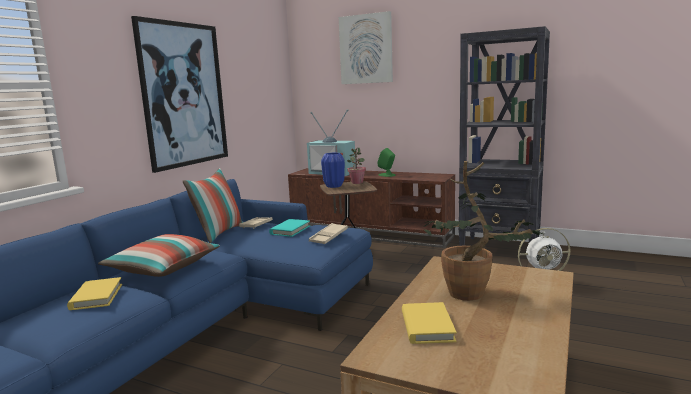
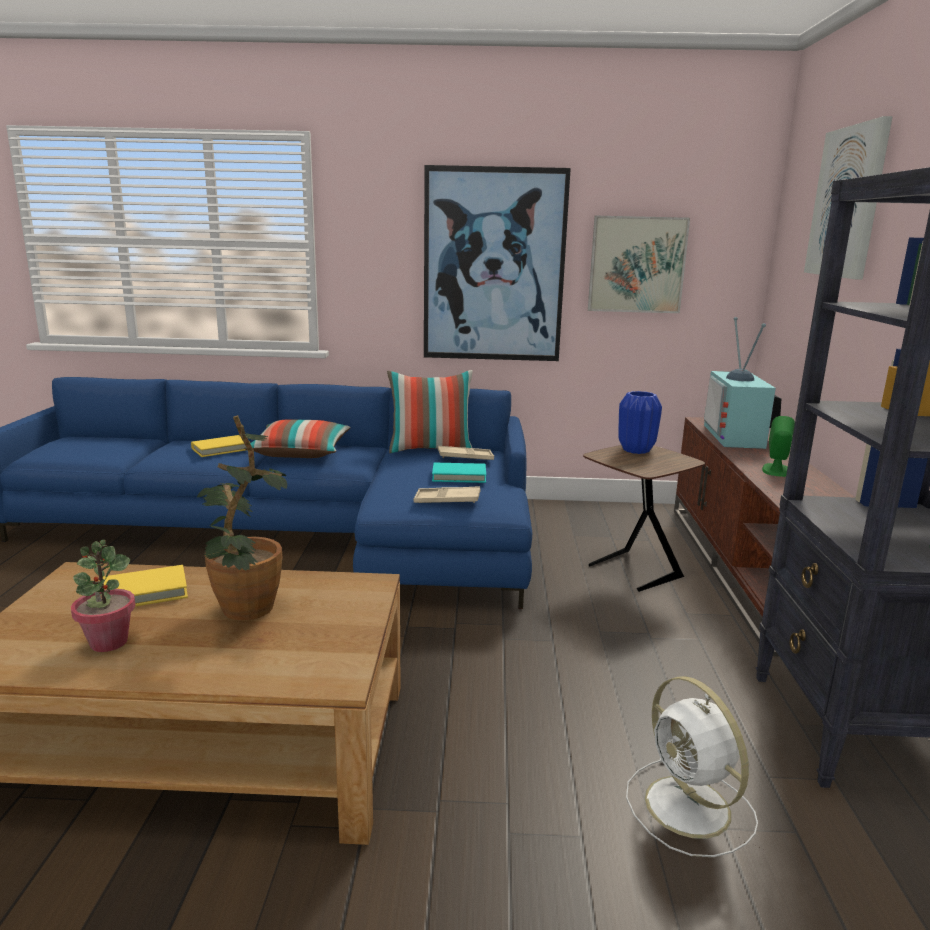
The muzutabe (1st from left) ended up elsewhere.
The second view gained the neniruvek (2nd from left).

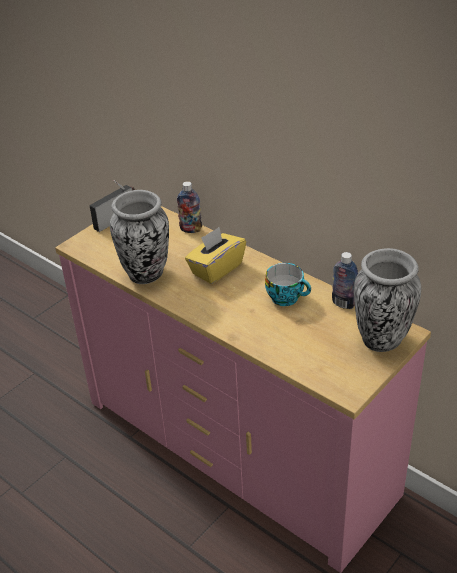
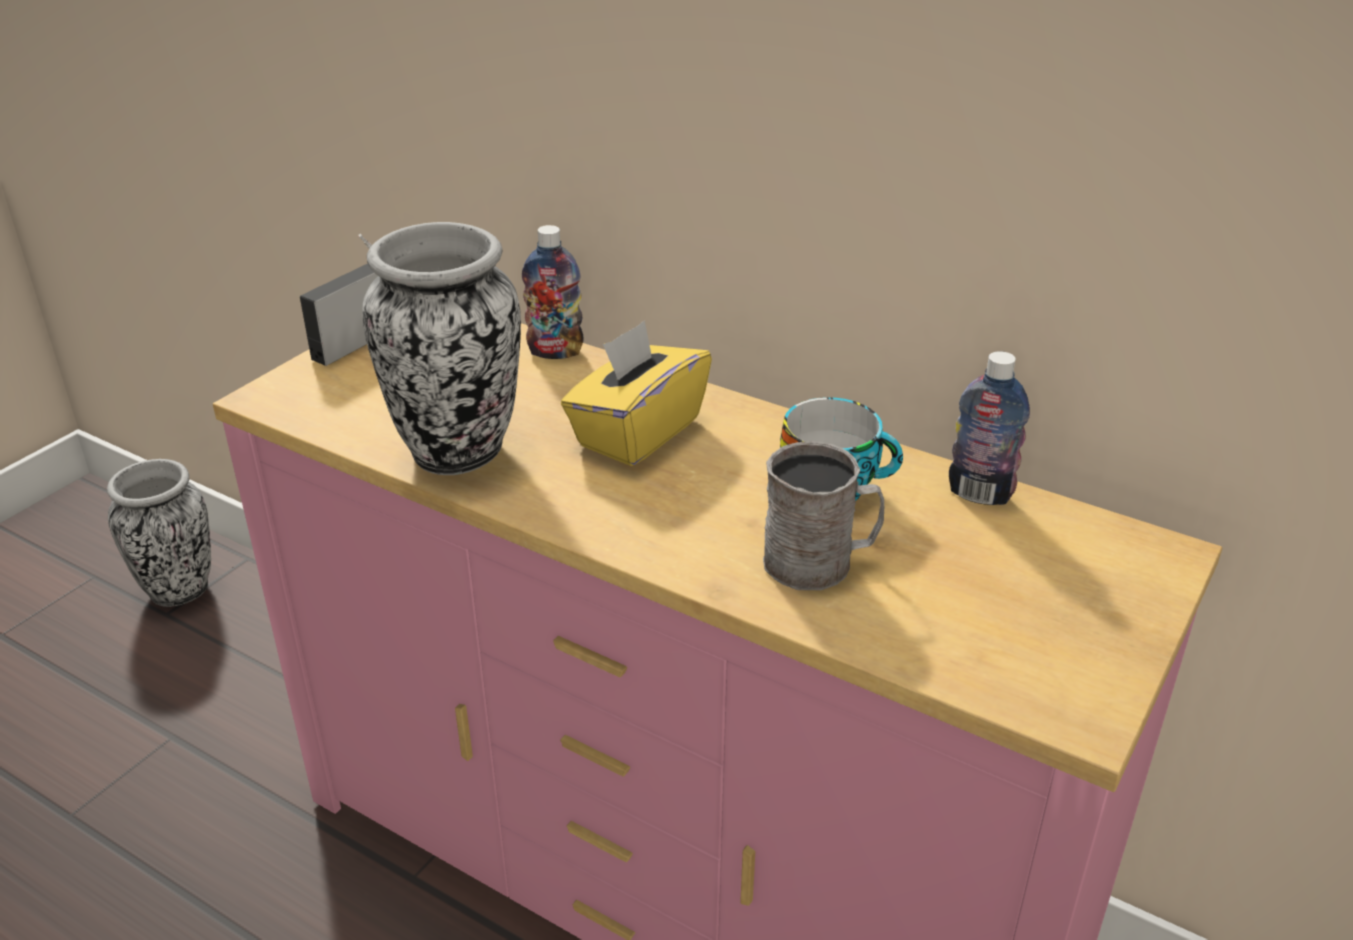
The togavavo (2nd from left in the first image) ended up elsewhere.
The second view gained the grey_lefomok.

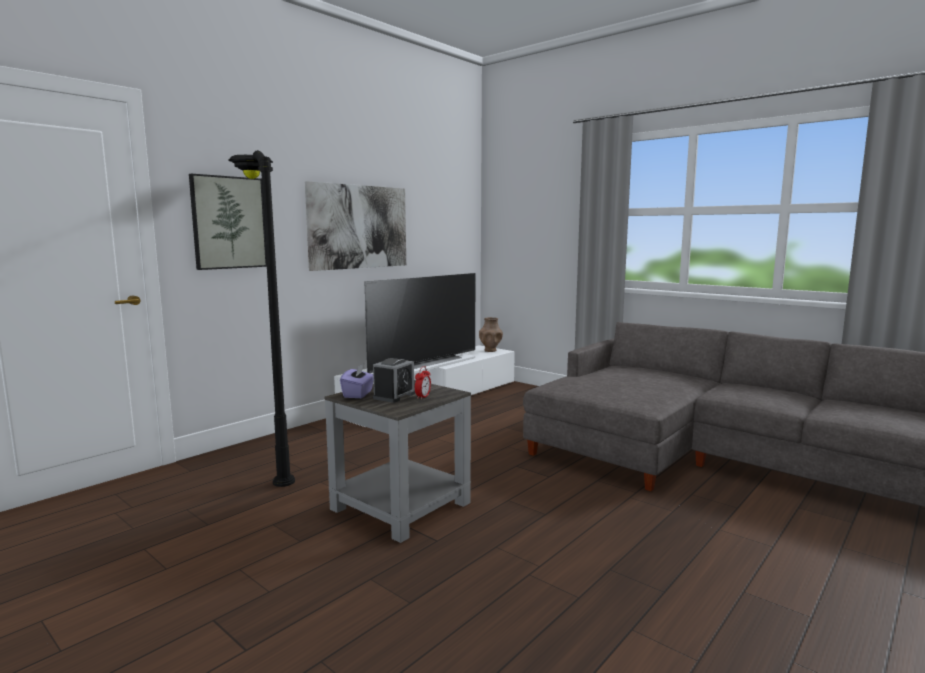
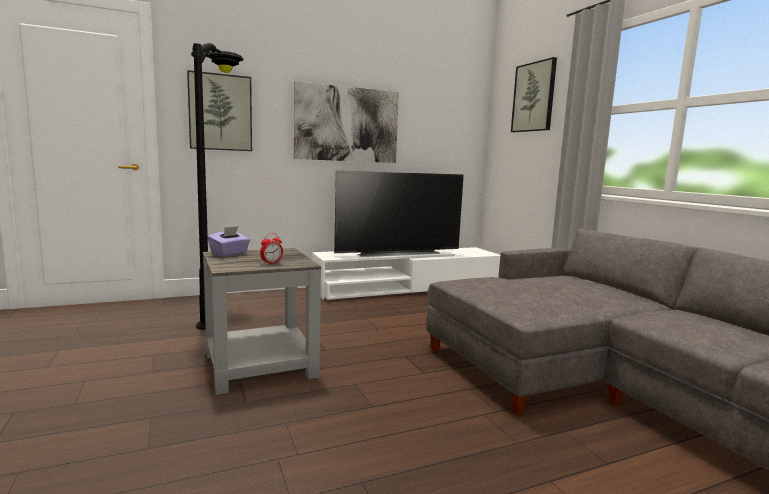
The second view lost the brown_togavavo.
The second view lost the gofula (1st from left).
The second view gained the neniruvek (3rd from left).

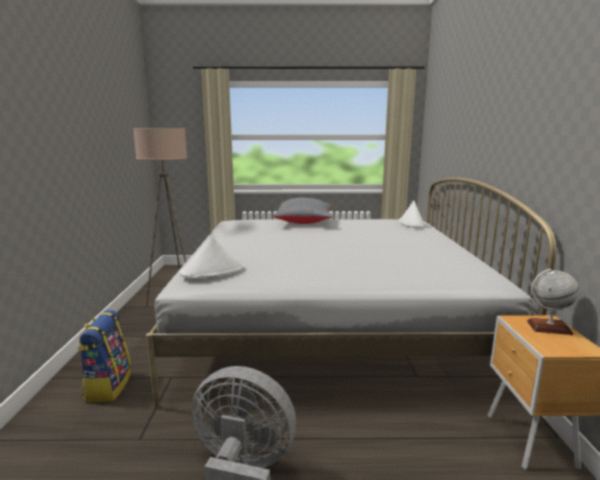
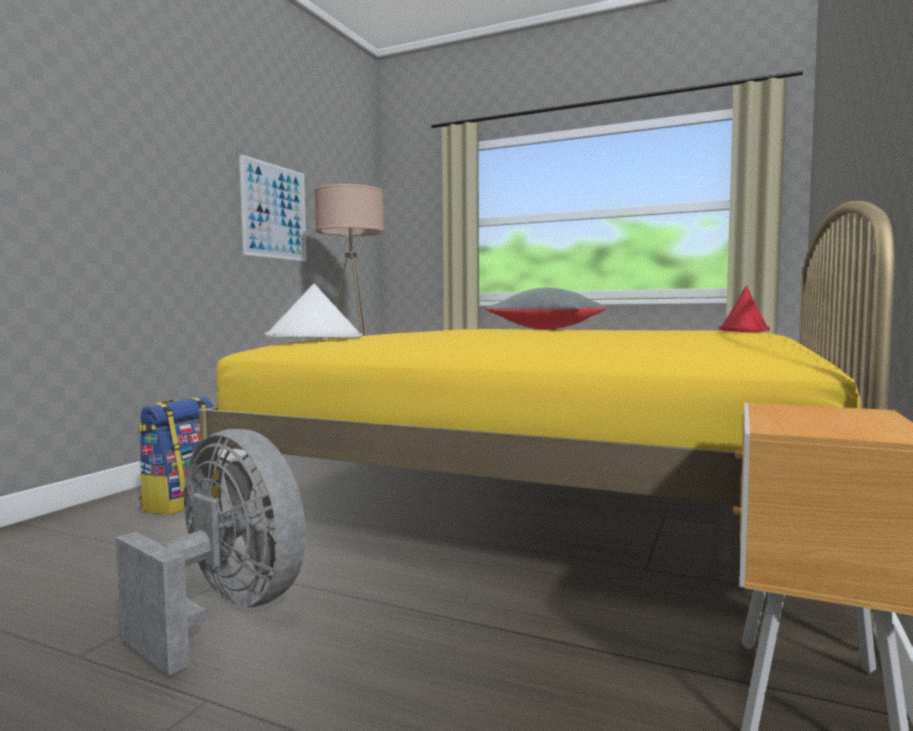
What was the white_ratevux turned into the yellow_ratevux.
What was the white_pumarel (2nd from left) turned into the red_pumarel.
The second view lost the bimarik.
The second view gained the neniruvek.

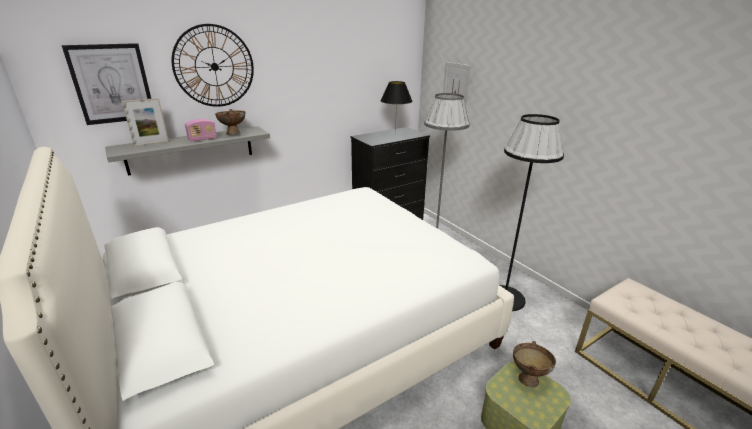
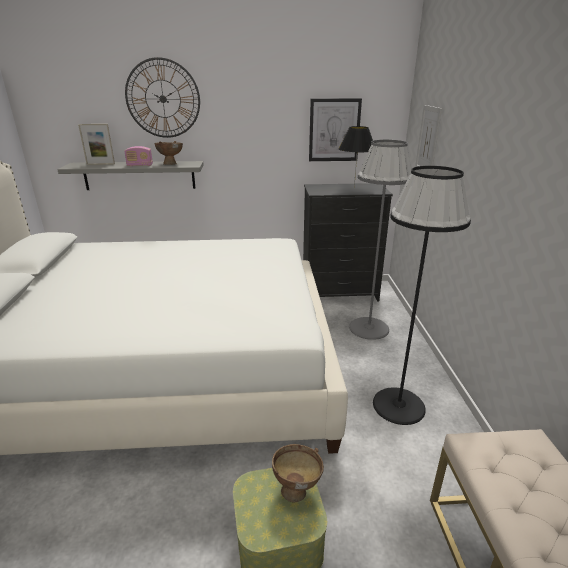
The neniruvek (1st from left) ended up elsewhere.

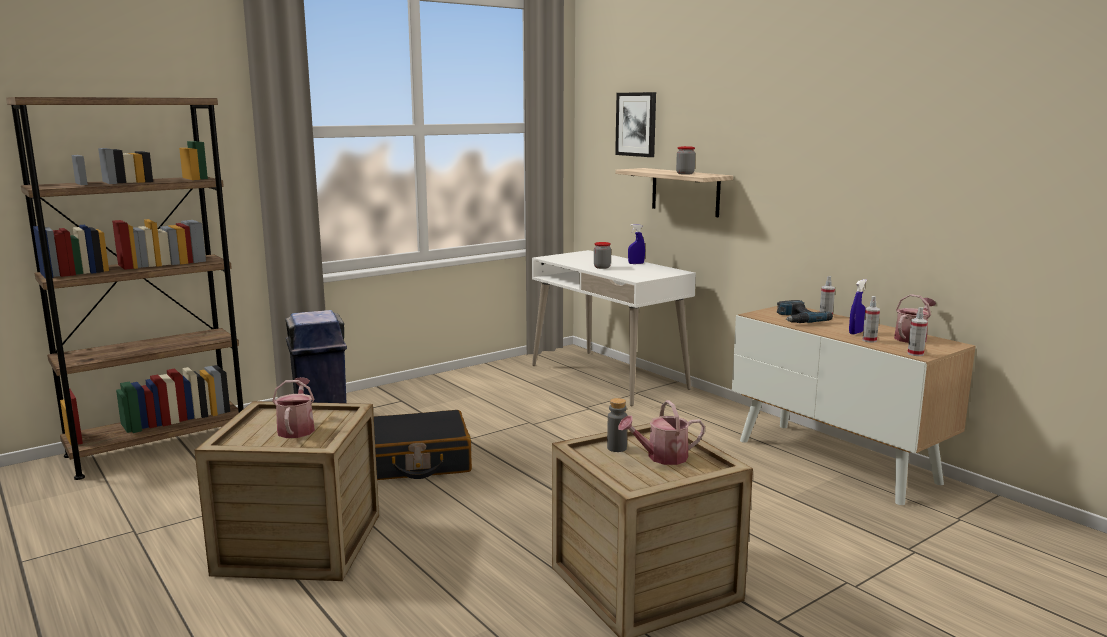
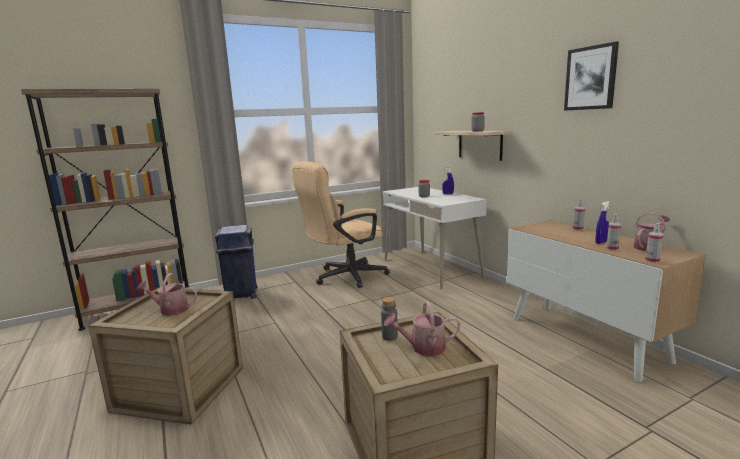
The neniruvek ended up elsewhere.
The second view lost the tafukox.
The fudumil (1st from left) ended up facing another way, 90 degrees counterclockwise from before.
The second view lost the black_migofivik.
The second view gained the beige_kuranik.

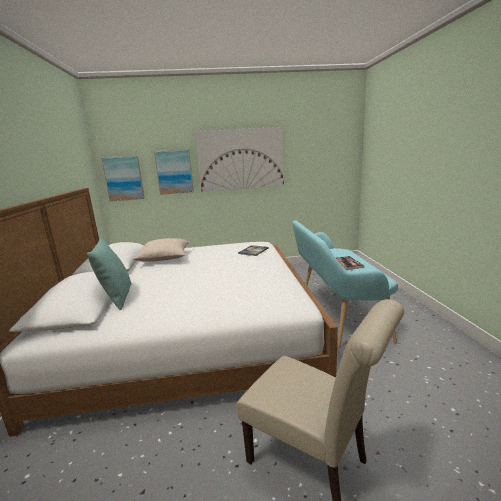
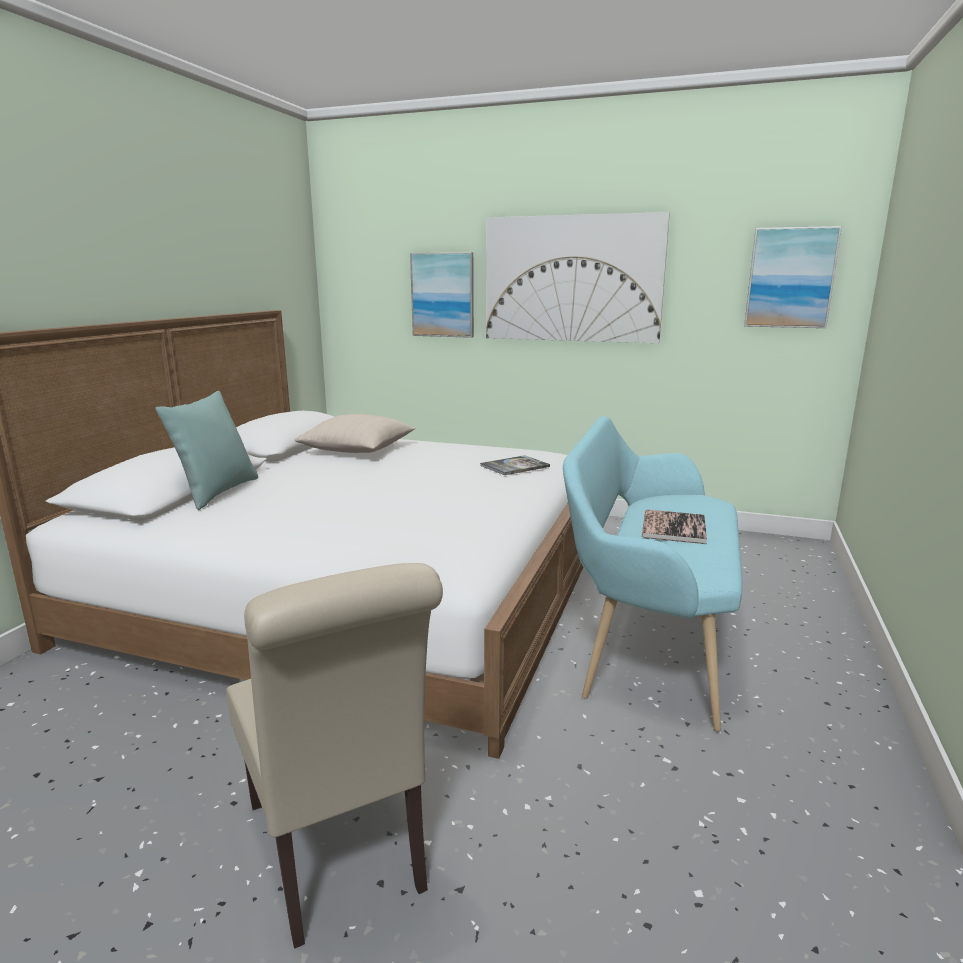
The neniruvek (1st from left in the first image) ended up elsewhere.

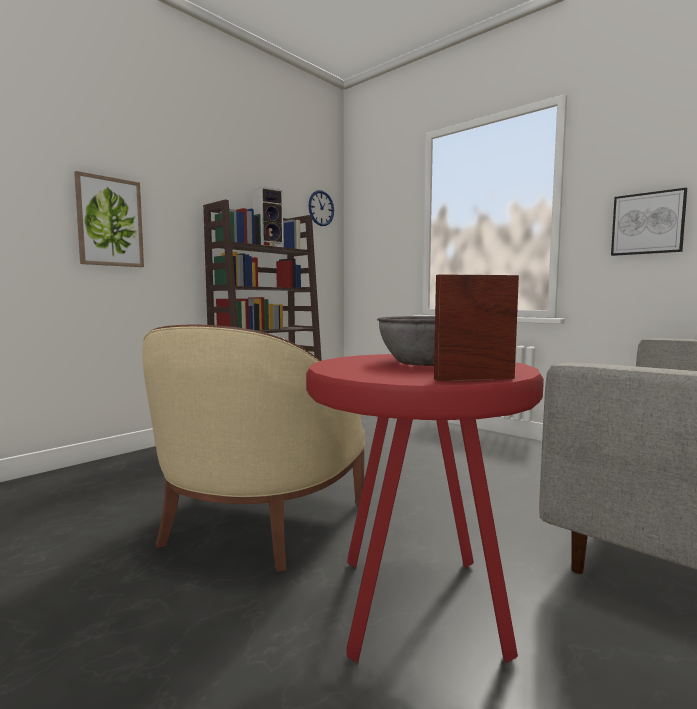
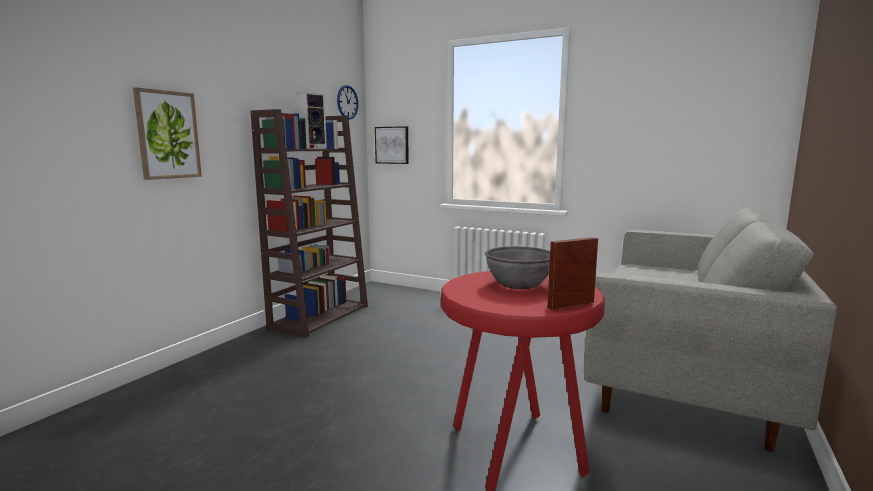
The neniruvek (2nd from left) ended up elsewhere.
The second view lost the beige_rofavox.

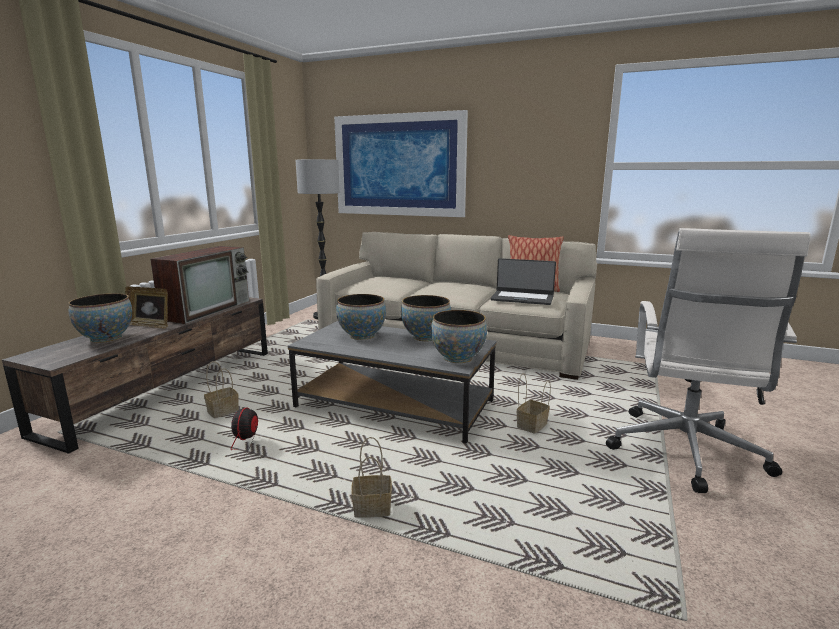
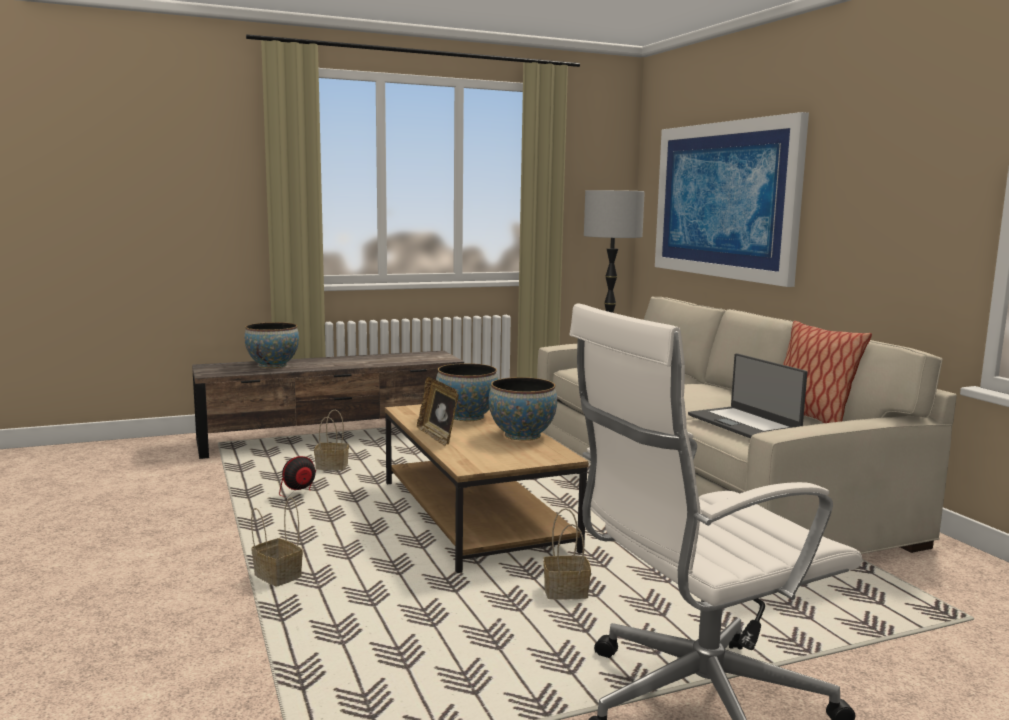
The second view lost the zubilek.
The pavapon ended up elsewhere.
The second view lost the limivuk (4th from left).
What was the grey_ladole turned into the brown_ladole.

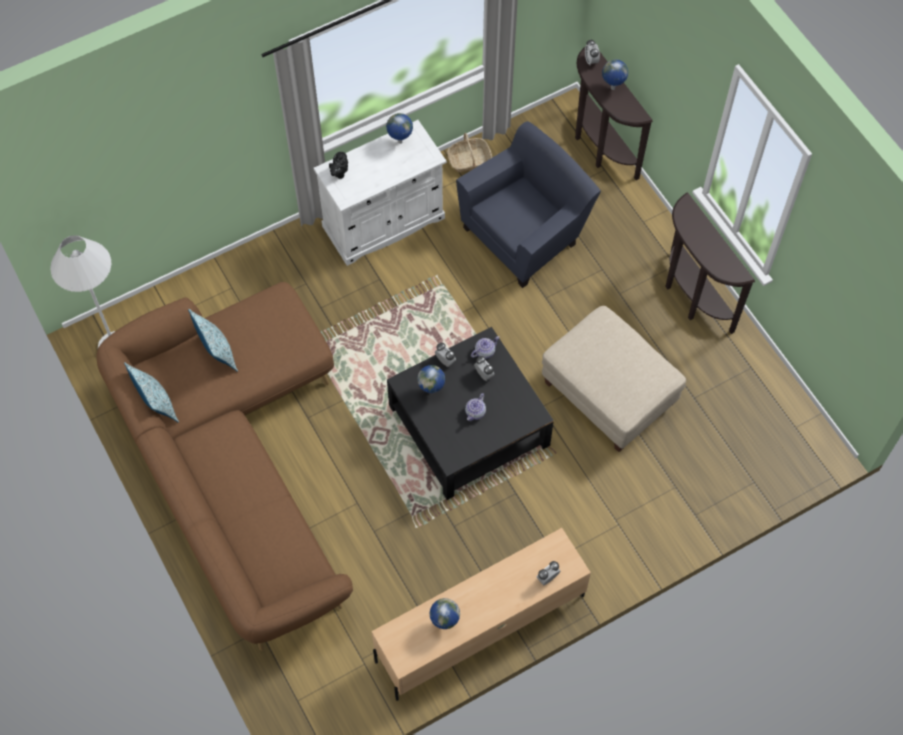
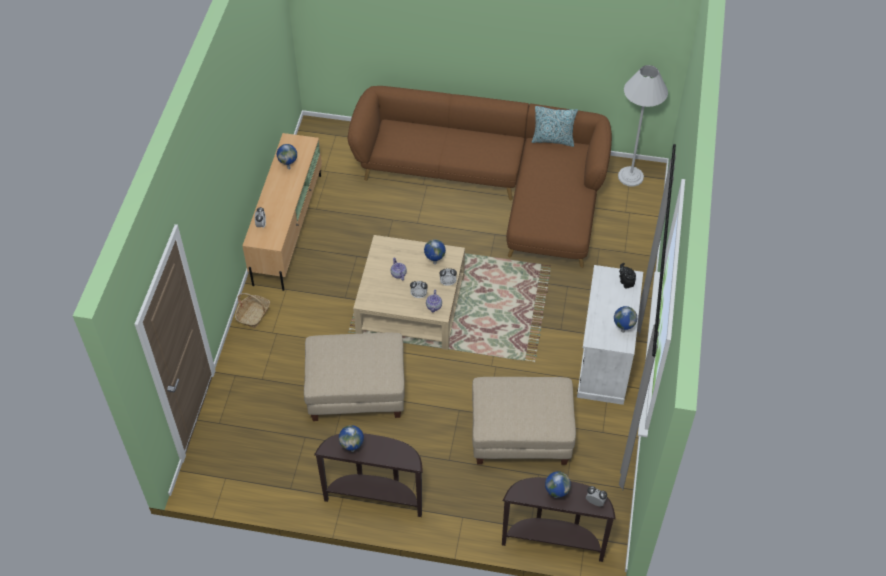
Where the blue_rofavox stood, the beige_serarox (2nd from left) came to stand.
The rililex ended up elsewhere.
The second view lost the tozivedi (2nd from left).
What was the black_ladole turned into the beige_ladole.
The second view gained the bimarik (2nd from left).

